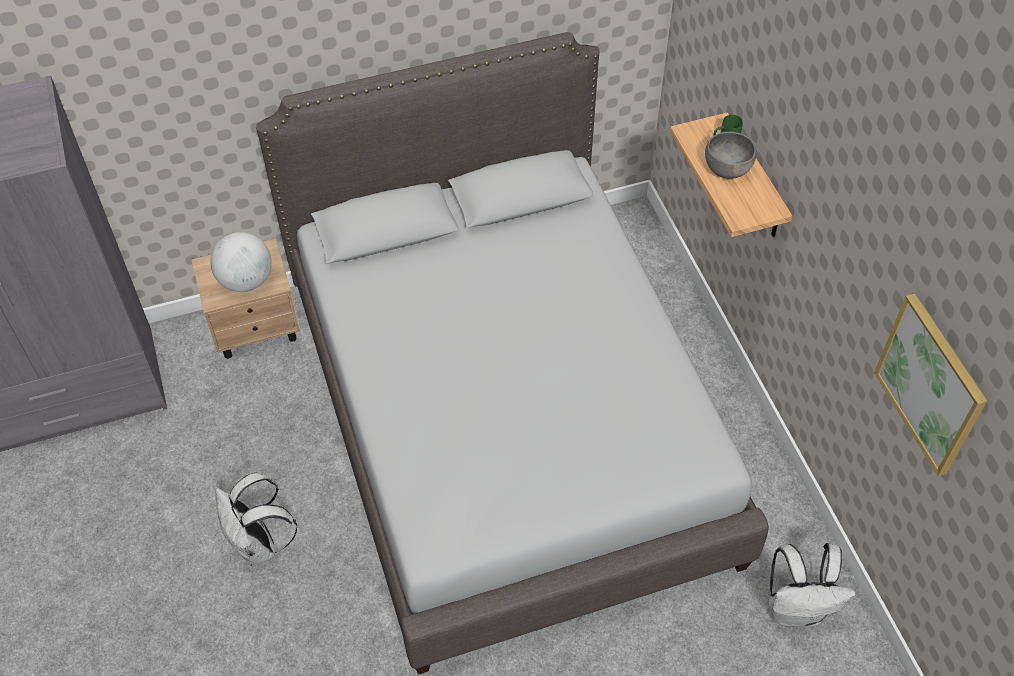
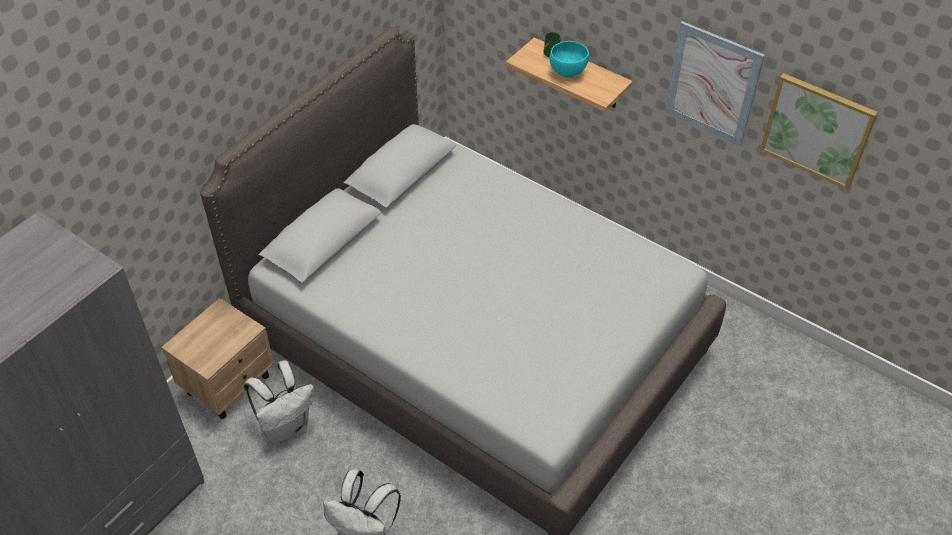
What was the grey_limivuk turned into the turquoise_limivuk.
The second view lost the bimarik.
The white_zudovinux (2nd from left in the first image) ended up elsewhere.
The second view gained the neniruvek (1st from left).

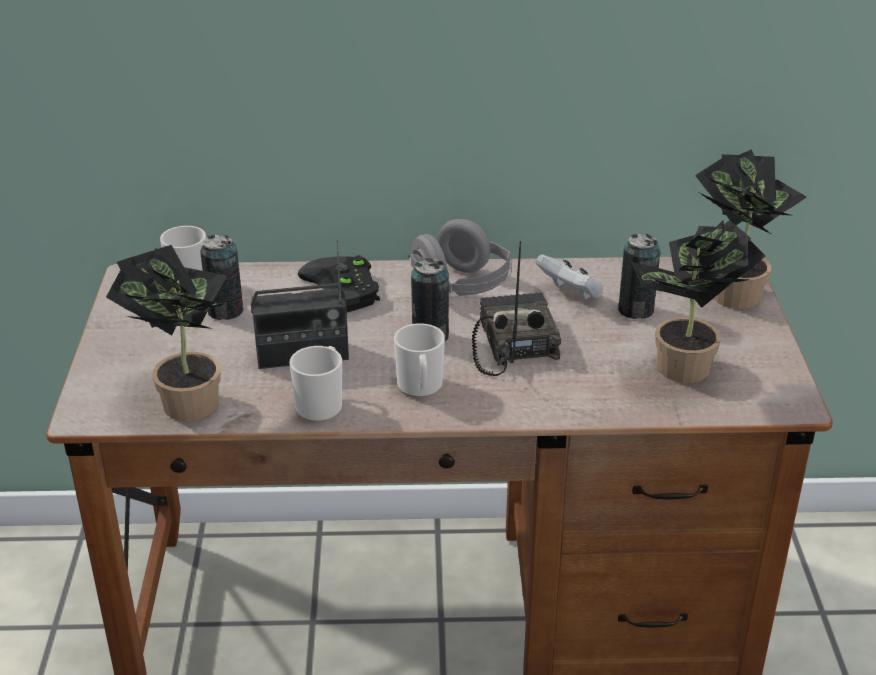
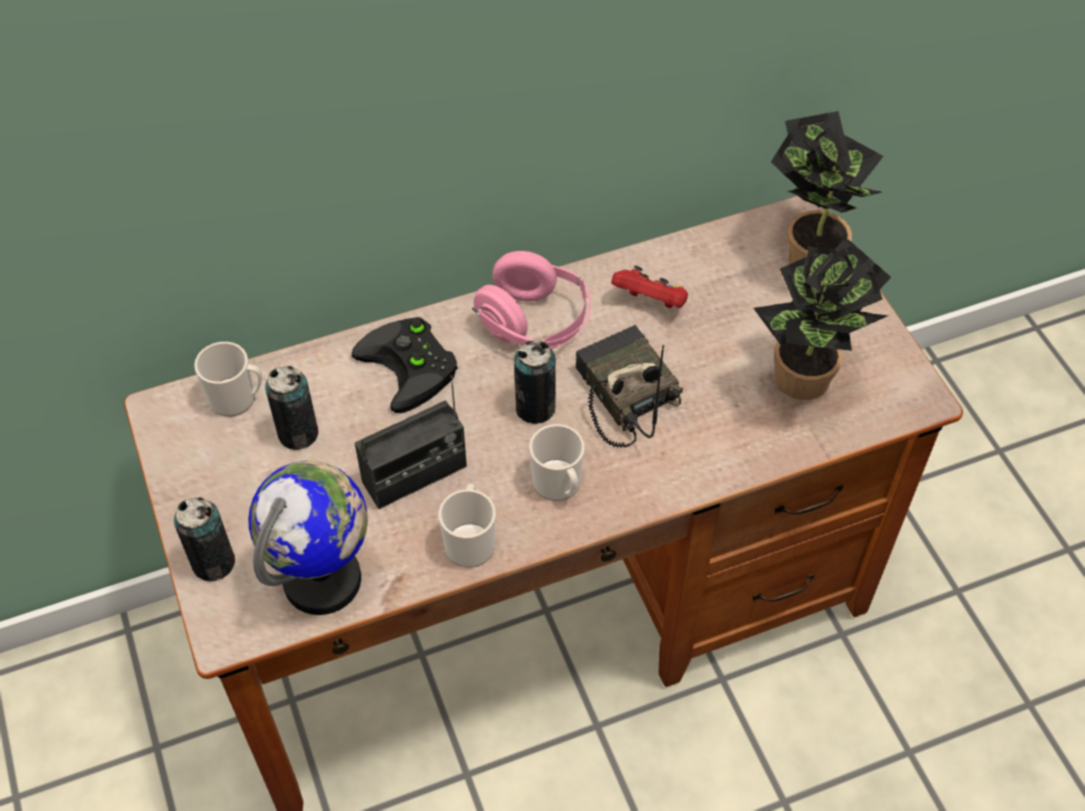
What was the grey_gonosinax turned into the pink_gonosinax.
The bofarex (3rd from left in the first image) ended up elsewhere.
Where the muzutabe (1st from left) stood, the bimarik came to stand.
What was the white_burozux turned into the red_burozux.

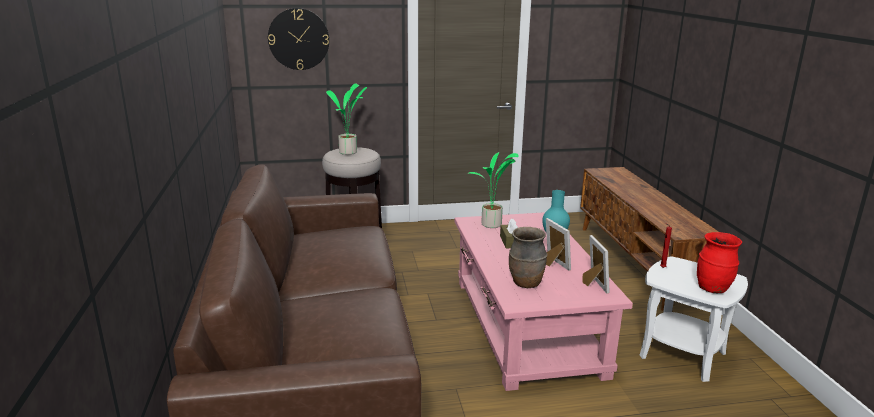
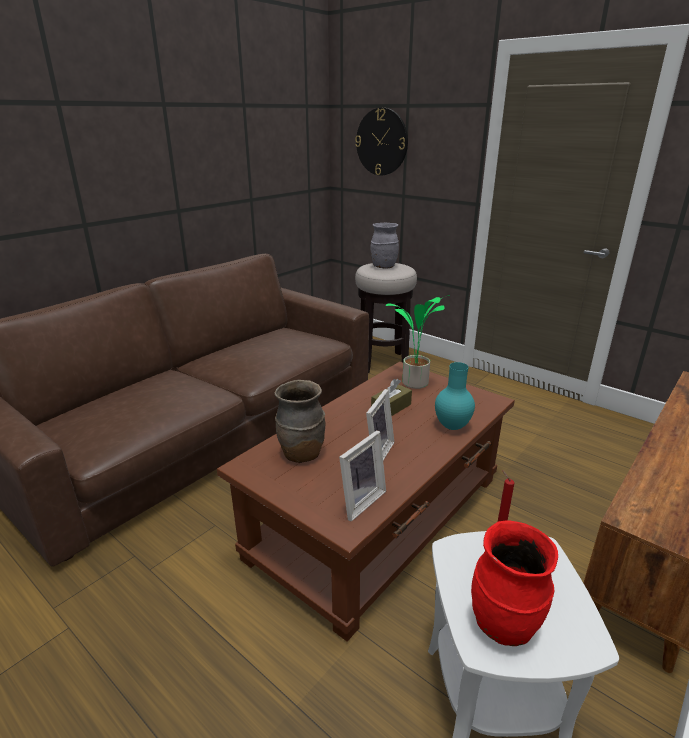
Where the muzutabe (1st from left) stood, the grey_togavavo came to stand.
What was the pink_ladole turned into the brown_ladole.

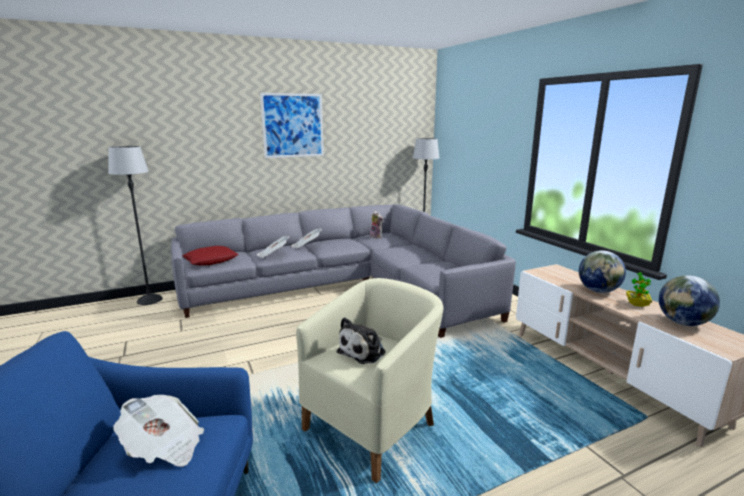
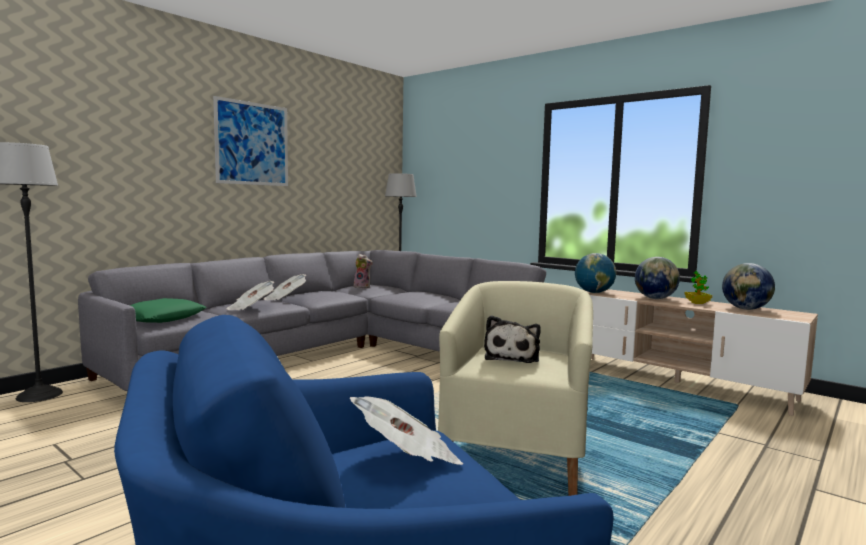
What was the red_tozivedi turned into the green_tozivedi.
The second view gained the bimarik (1st from left).

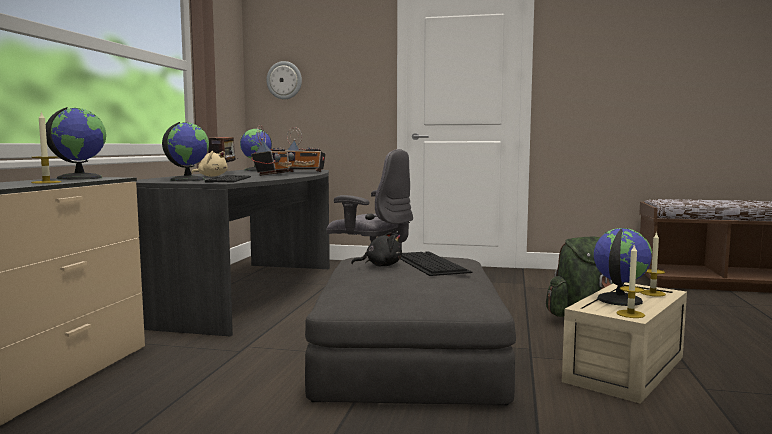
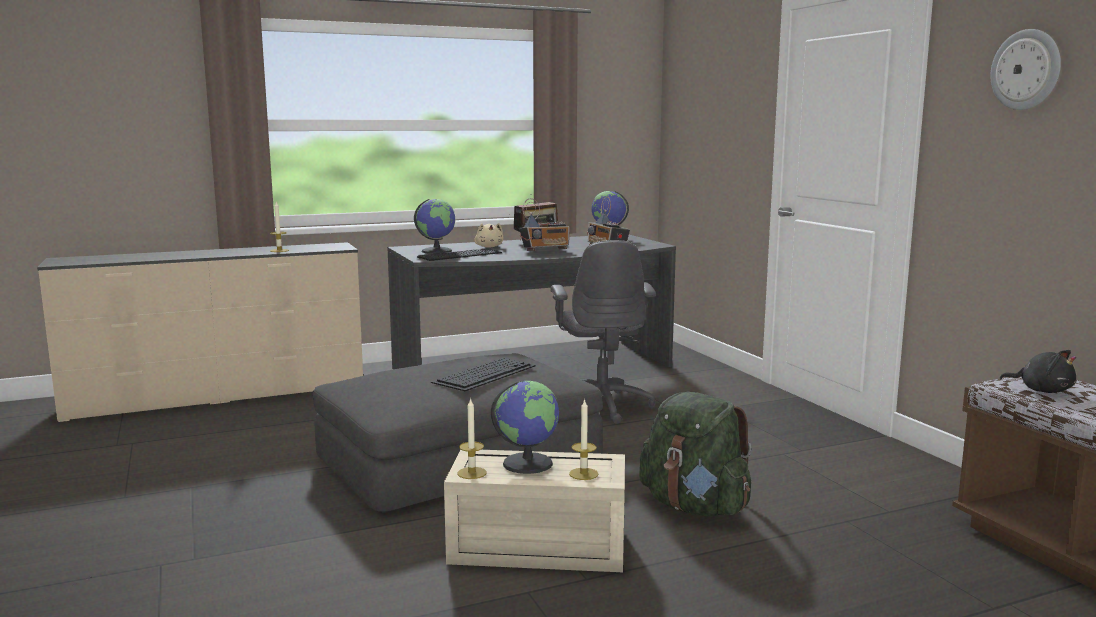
The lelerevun ended up elsewhere.
The second view lost the bimarik (1st from left).
The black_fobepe ended up elsewhere.

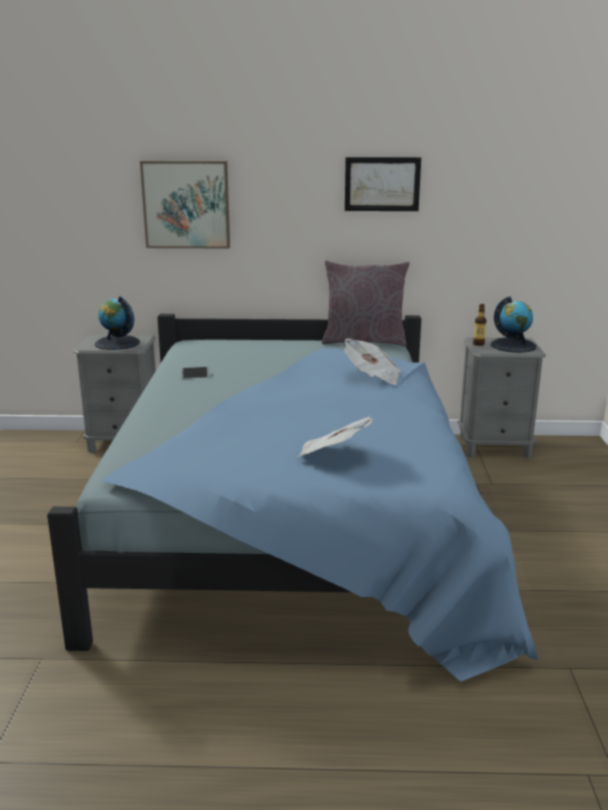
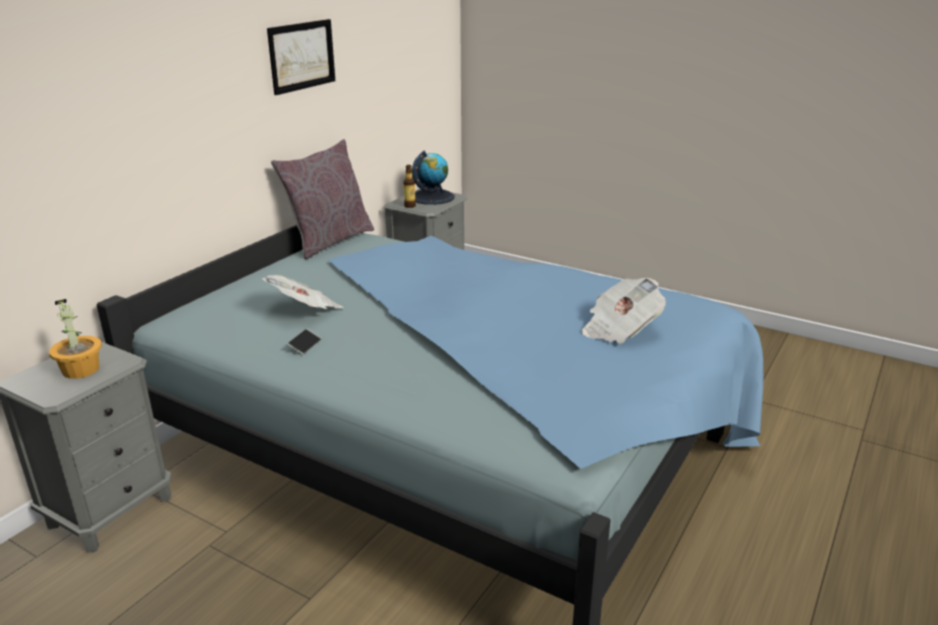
The second view lost the neniruvek (1st from left).
Where the bimarik (1st from left) stood, the muzutabe came to stand.
The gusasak (2nd from left in the first image) ended up elsewhere.

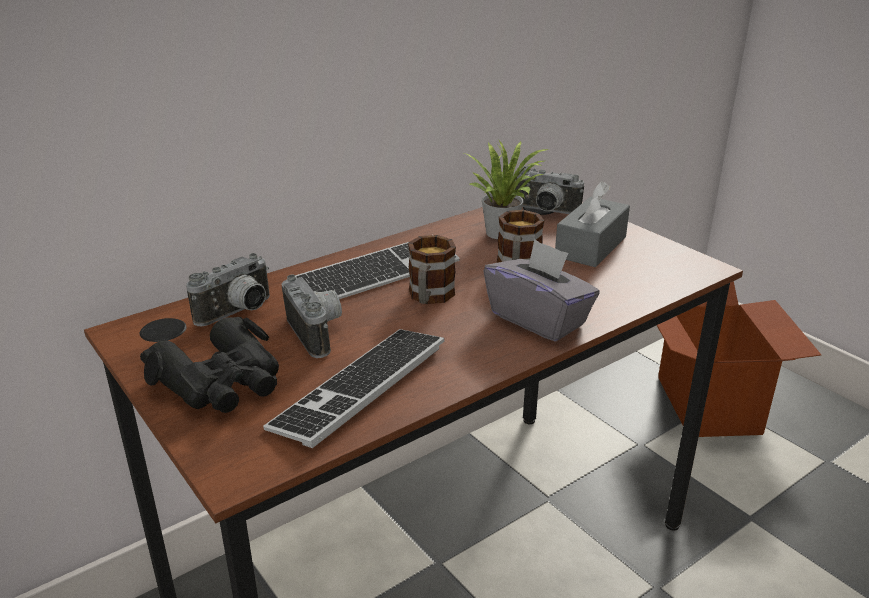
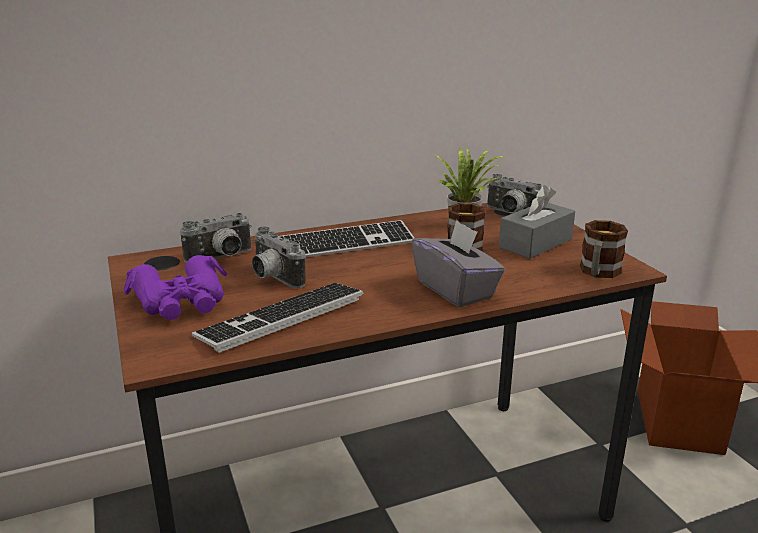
The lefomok (1st from left in the first image) ended up elsewhere.
The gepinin (2nd from left) ended up facing another way, 150 degrees clockwise from before.
What was the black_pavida turned into the purple_pavida.

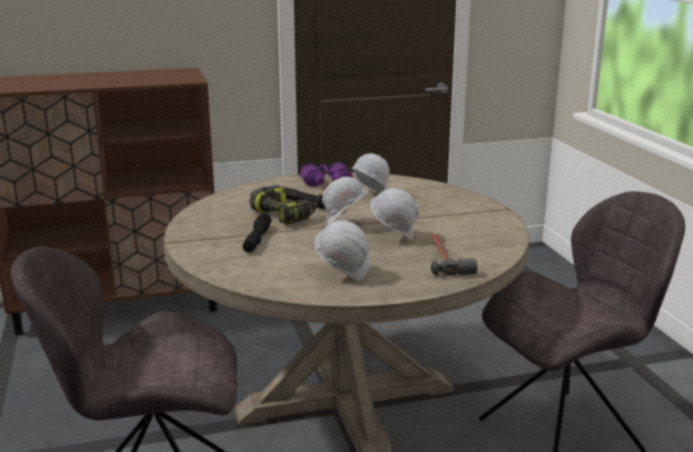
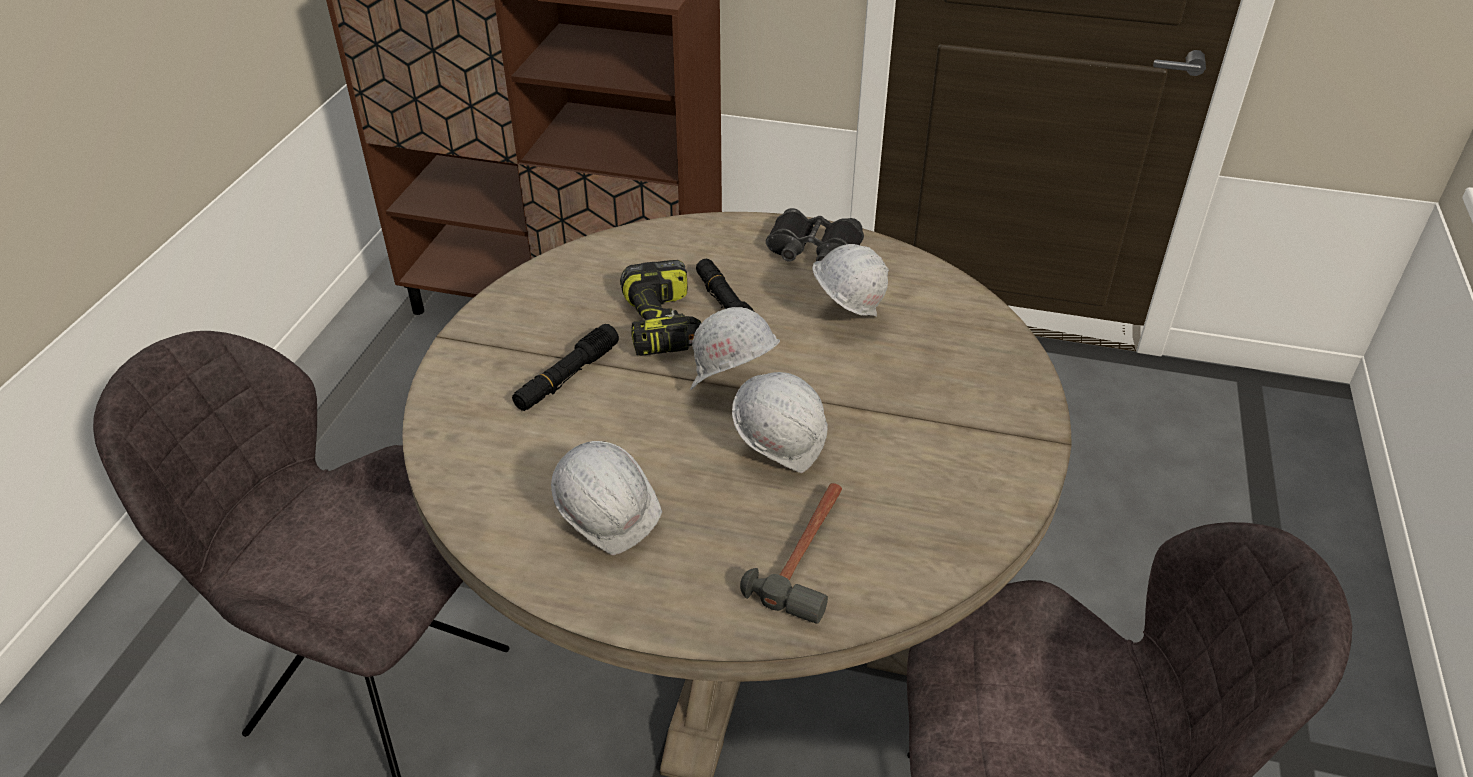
What was the purple_pavida turned into the black_pavida.

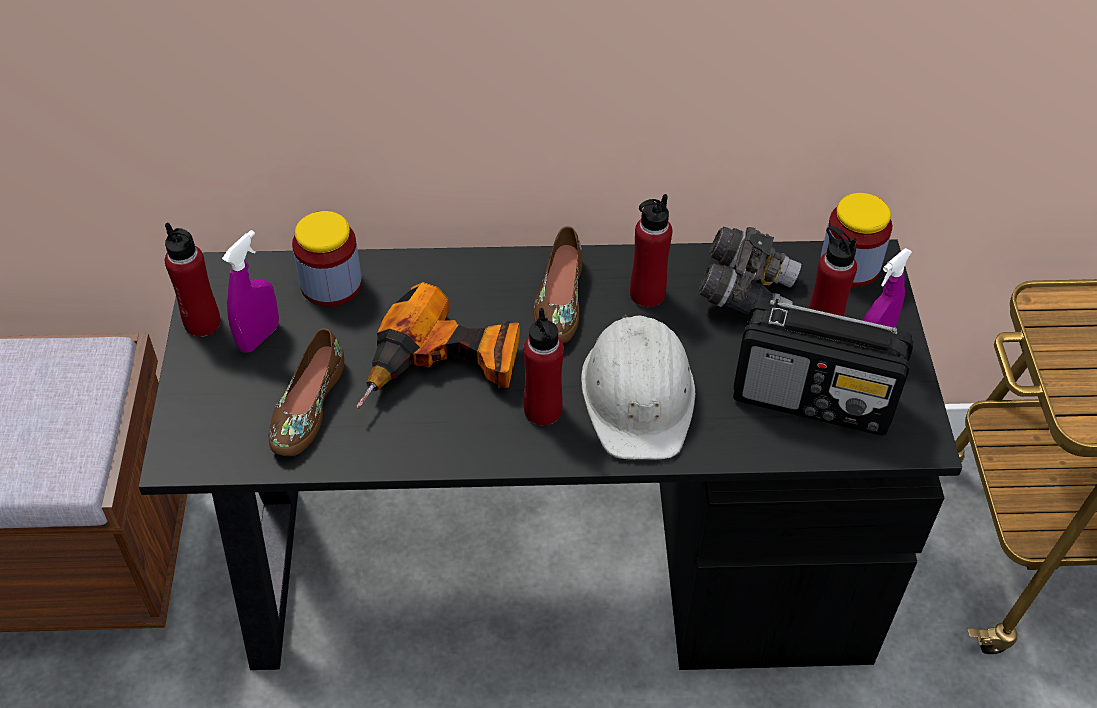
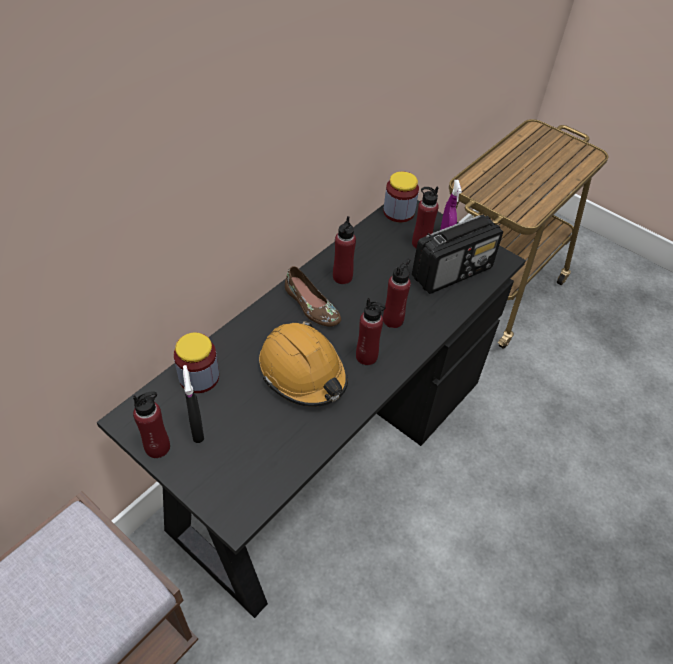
The second view lost the grey_pavida.
What was the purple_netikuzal (1st from left) turned into the black_netikuzal.
Where the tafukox stood, the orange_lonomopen came to stand.
Where the white_lonomopen stood, the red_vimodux (4th from left) came to stand.
The second view lost the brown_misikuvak (1st from left).

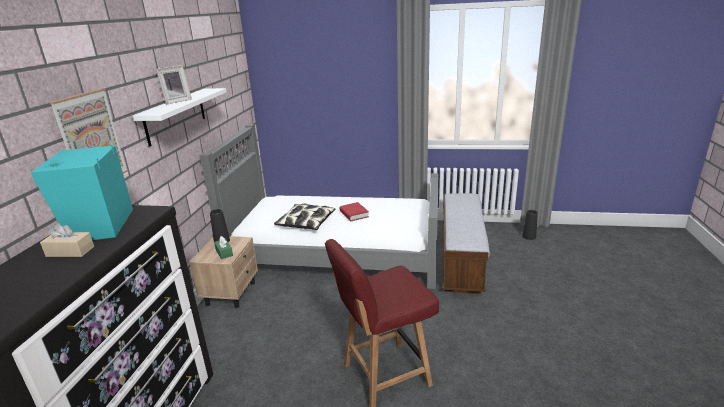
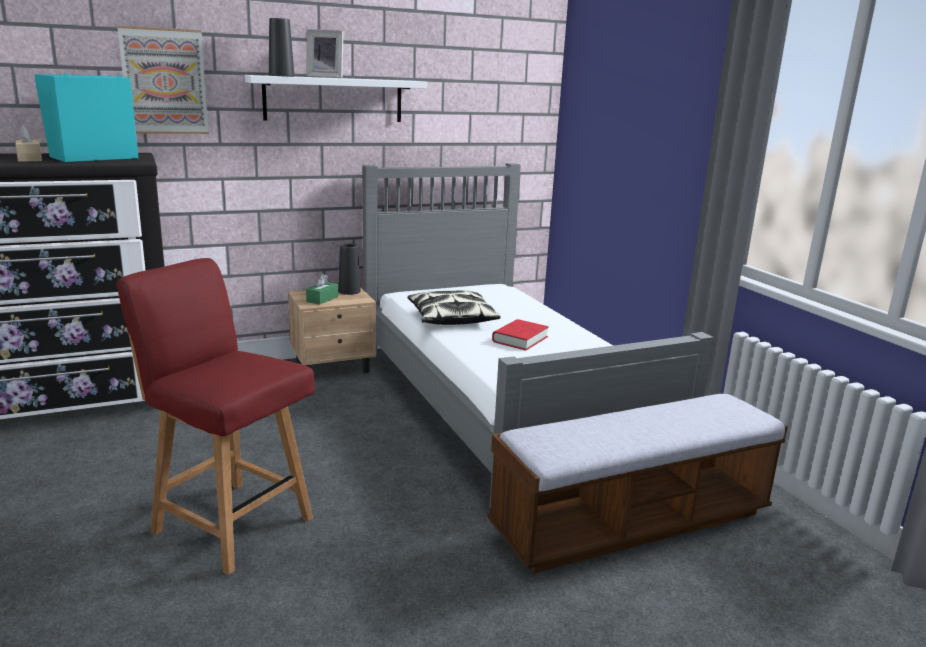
The black_togavavo (2nd from left in the first image) ended up elsewhere.

